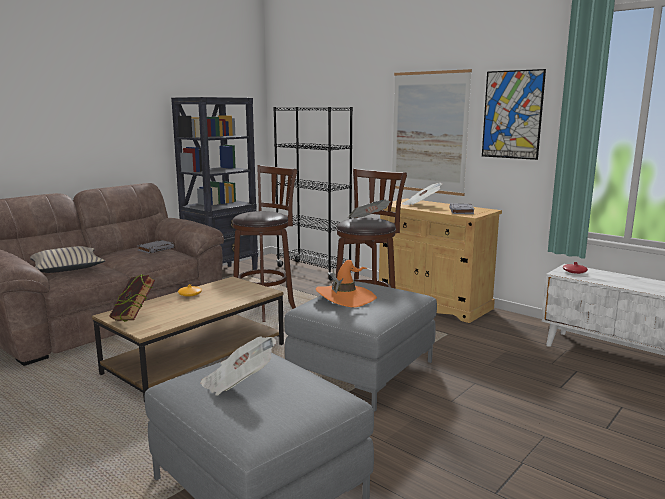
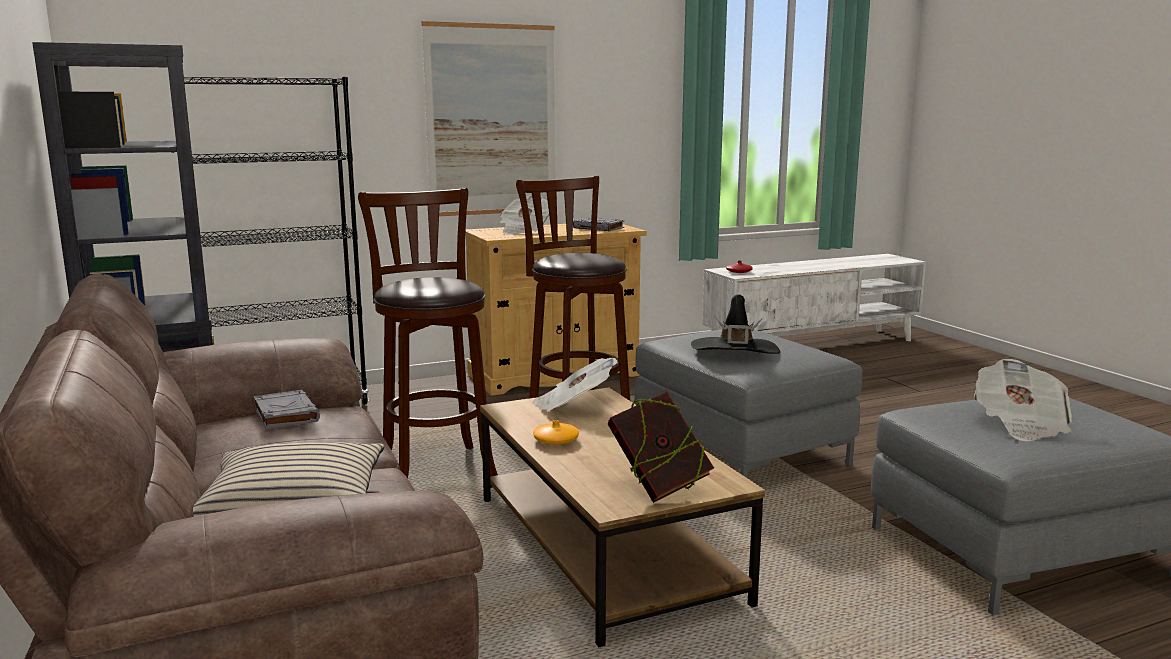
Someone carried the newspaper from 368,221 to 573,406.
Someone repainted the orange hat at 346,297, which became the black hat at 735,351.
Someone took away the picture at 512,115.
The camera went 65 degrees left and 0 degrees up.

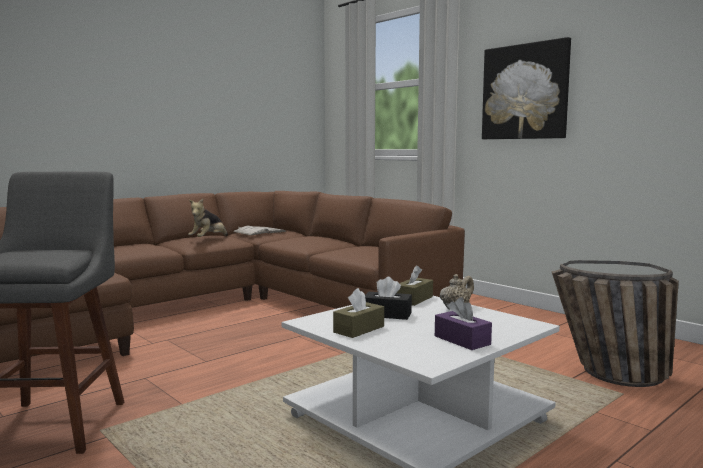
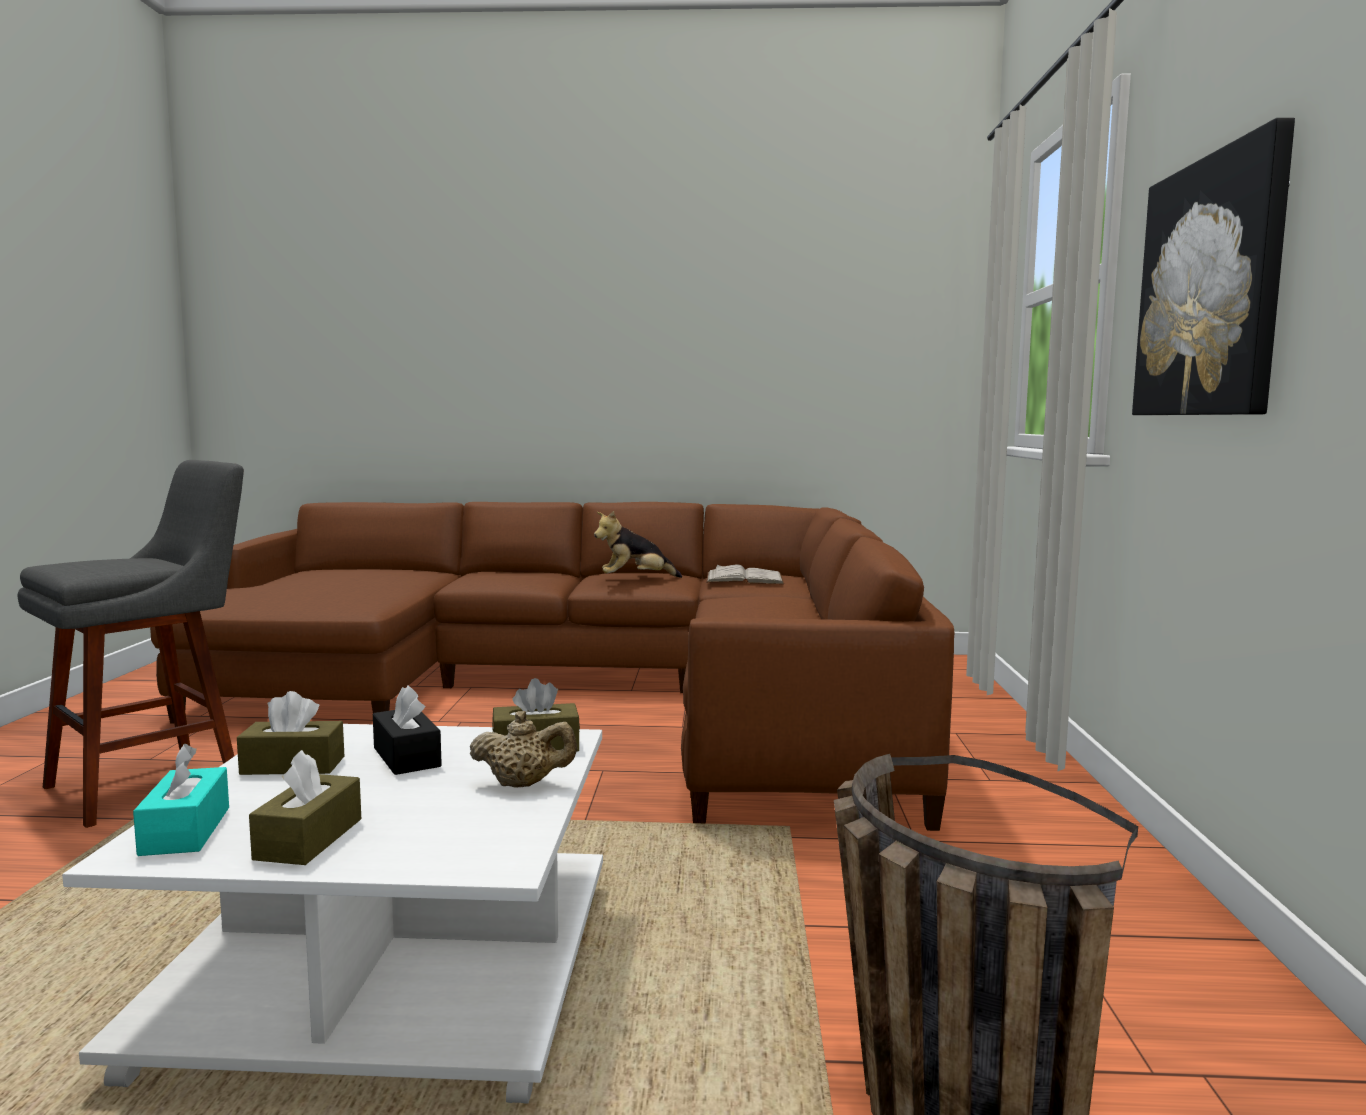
Someone put down the turquoise tissue box at 185,831.
Someone repainted the purple tissue box at 462,340, which became the brown tissue box at 309,839.
The camera went 45 degrees right and 0 degrees up.

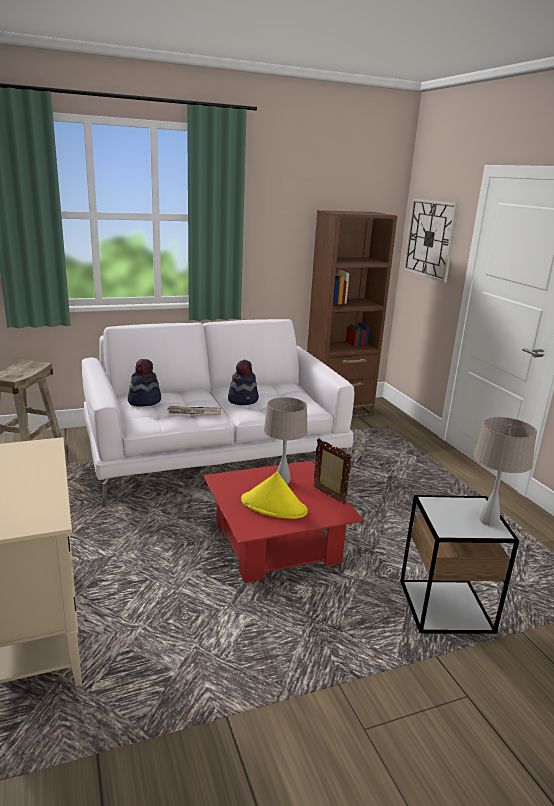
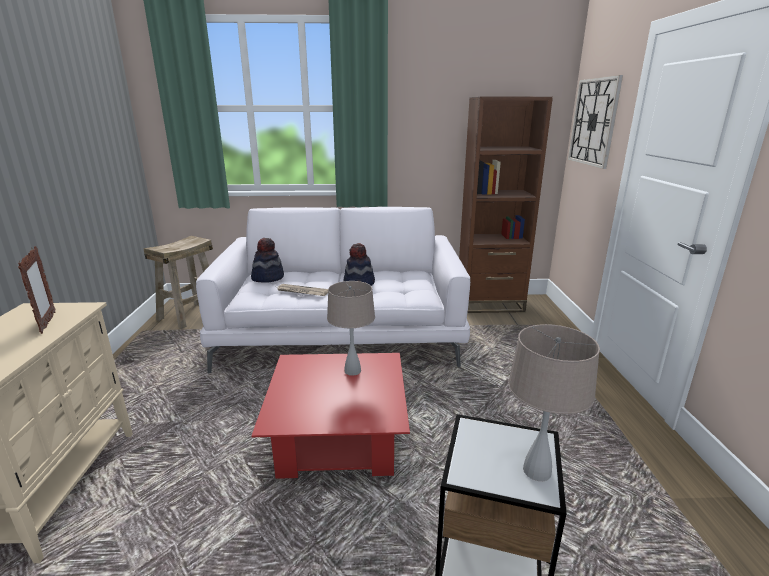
Someone carried the picture frame from 329,496 to 48,323.
Someone took away the yellow hat at 274,506.
The camera went 20 degrees right and 0 degrees up.

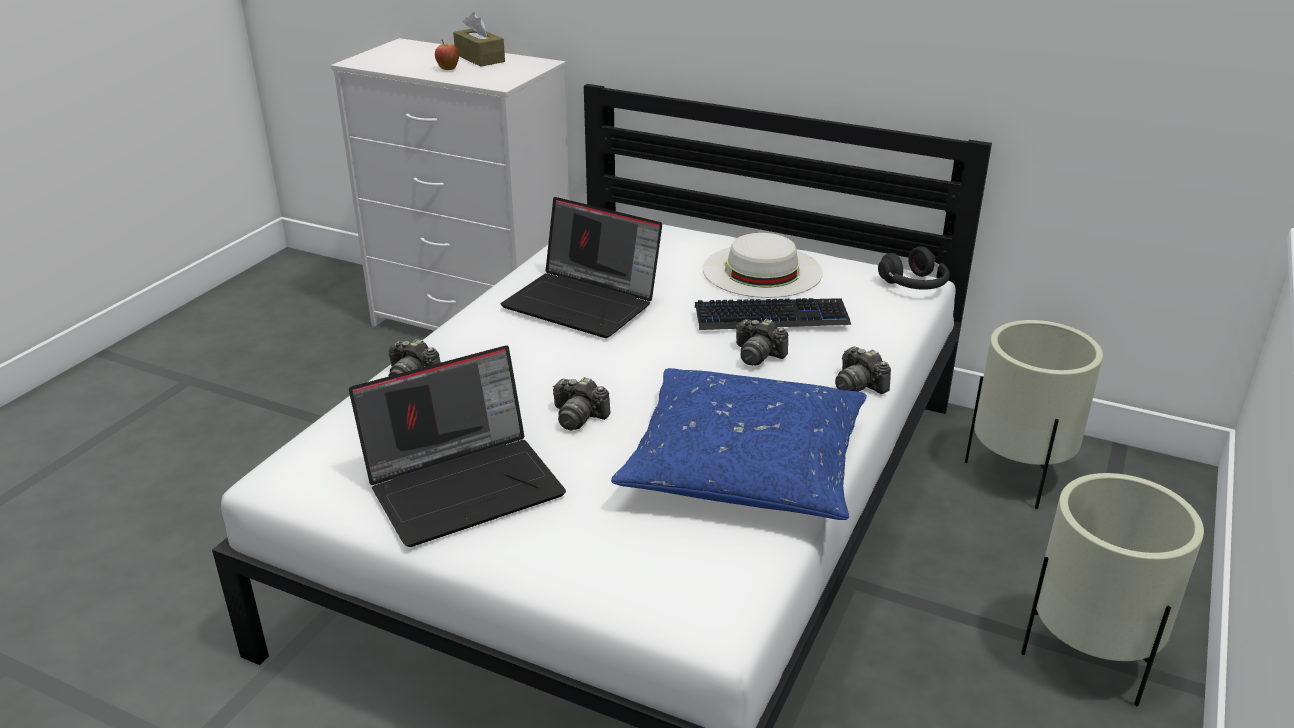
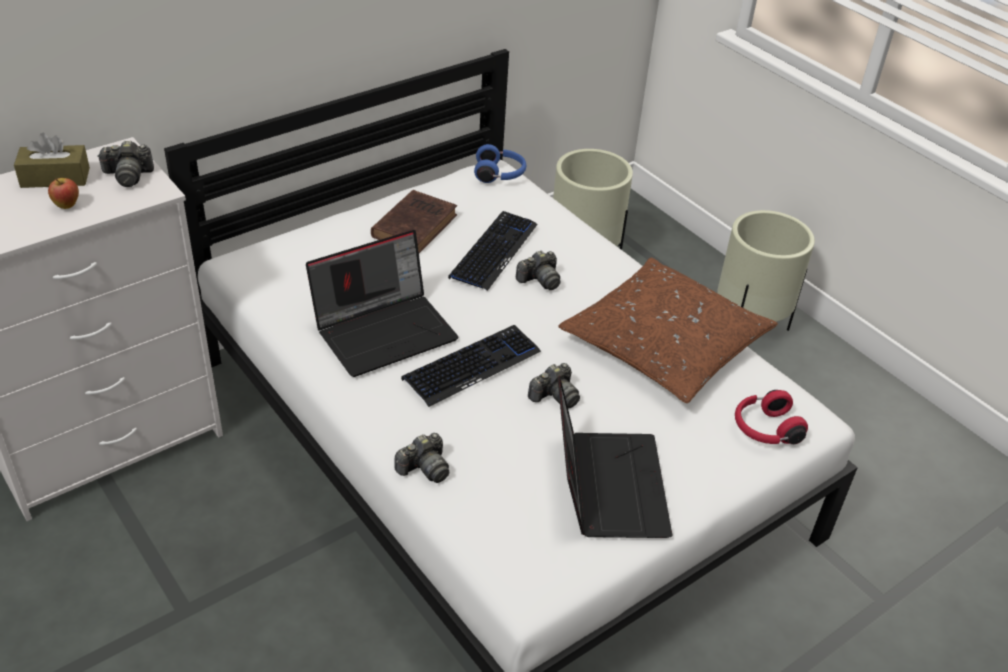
Someone carried the photo camera from 858,385 to 128,176.
Someone swapped the white hat at 762,270 for the brown book at 416,225.
Someone put down the keyboard at 472,366.
Someone repainted the black headphones at 915,285, which became the blue headphones at 500,174.
Someone repainted the blue pillow at 744,464, which became the brown pillow at 664,344.
Someone put down the red headphones at 764,429.
The camera went 65 degrees left and 10 degrees up.

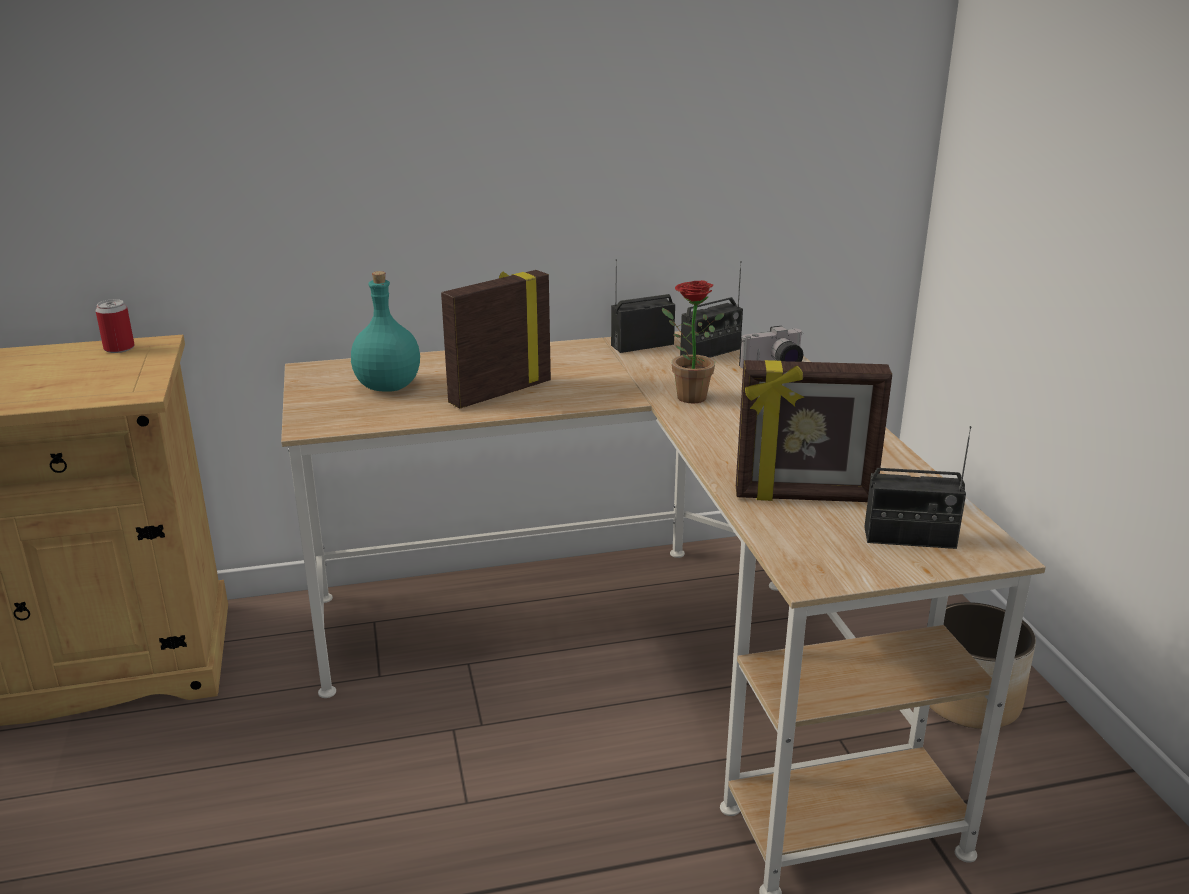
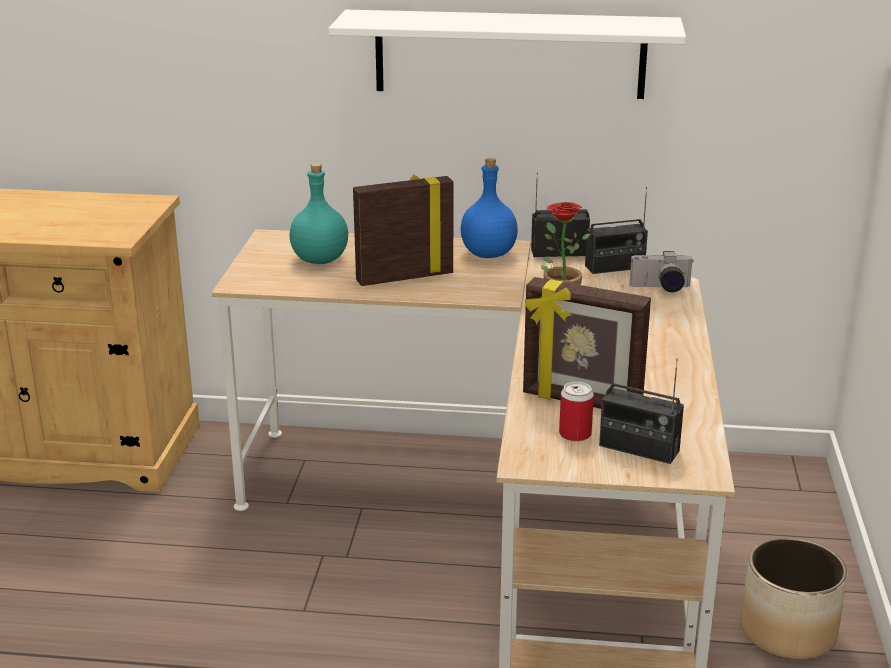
Someone put up the white shelf at 509,54.
Someone put down the blue bottle at 489,254.
Someone carried the can from 119,348 to 575,434.
The camera went 20 degrees right and 0 degrees up.

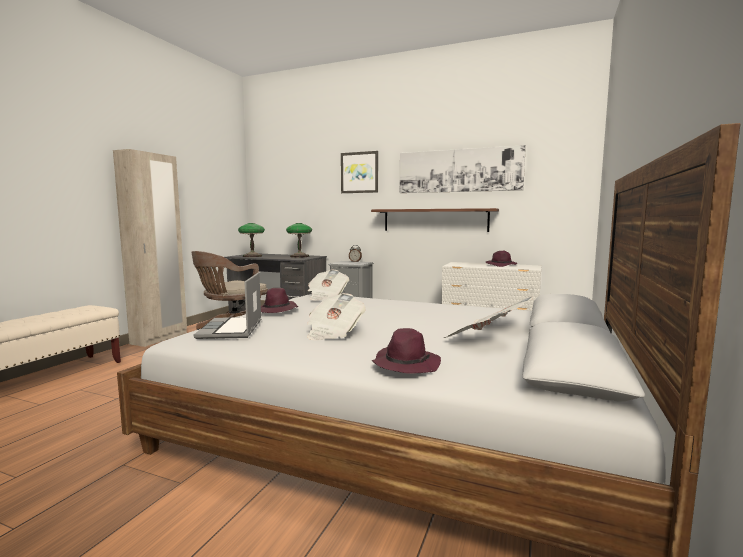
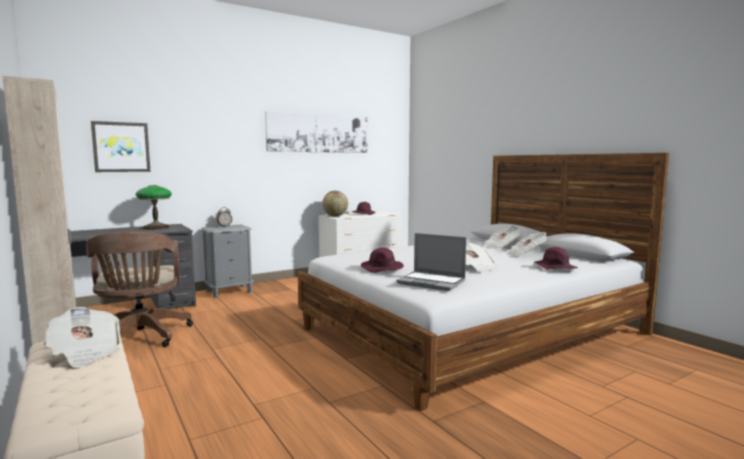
Someone carried the newspaper from 326,296 to 86,354.
Someone carried the picture from 359,172 to 121,147.
Someone put down the globe at 335,216.
Someone took away the table lamp at 252,256.
Someone took away the shelf at 435,220.
The camera went 55 degrees left and 0 degrees up.

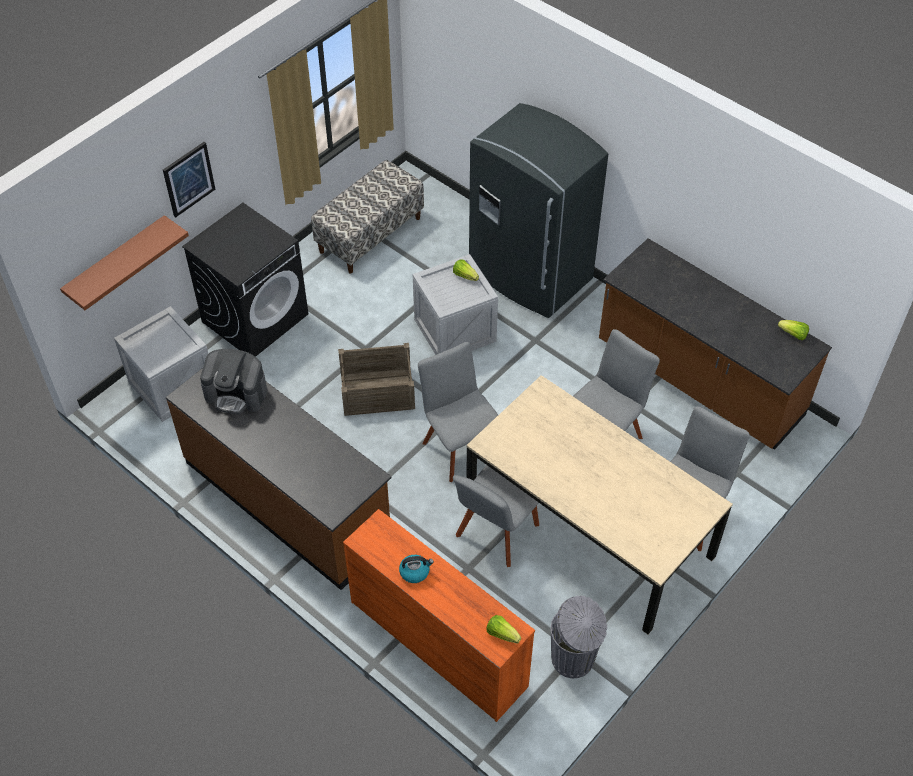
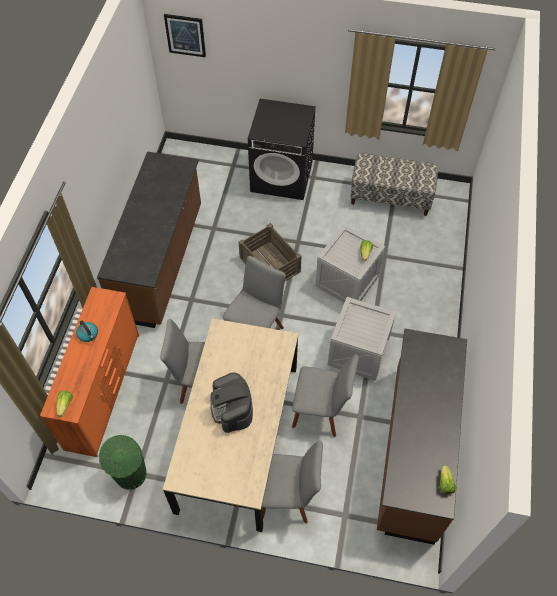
Someone repainted the grey trash can at 574,659, which became the green trash can at 130,475.
Someone carried the picture from 188,179 to 185,35.
Someone carried the coffee machine from 236,393 to 232,409.
Someone carried the crate from 173,385 to 359,352.
Someone took away the brown shelf at 116,261.
Someone took away the grey fridge at 529,275.
The camera went 60 degrees right and 5 degrees up.

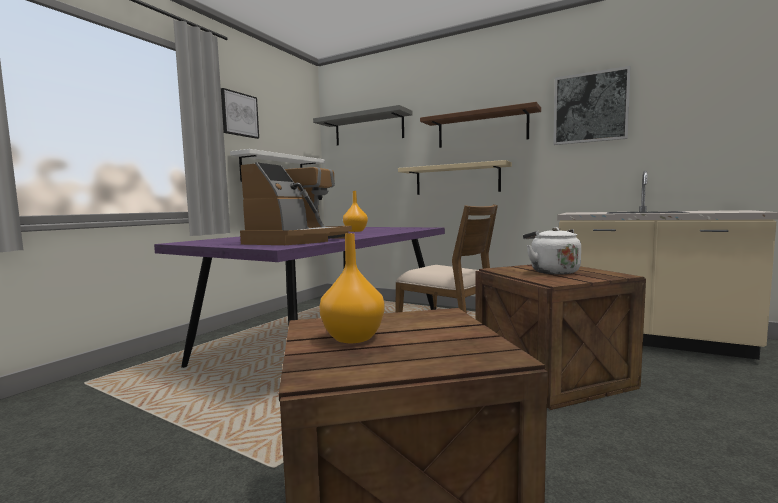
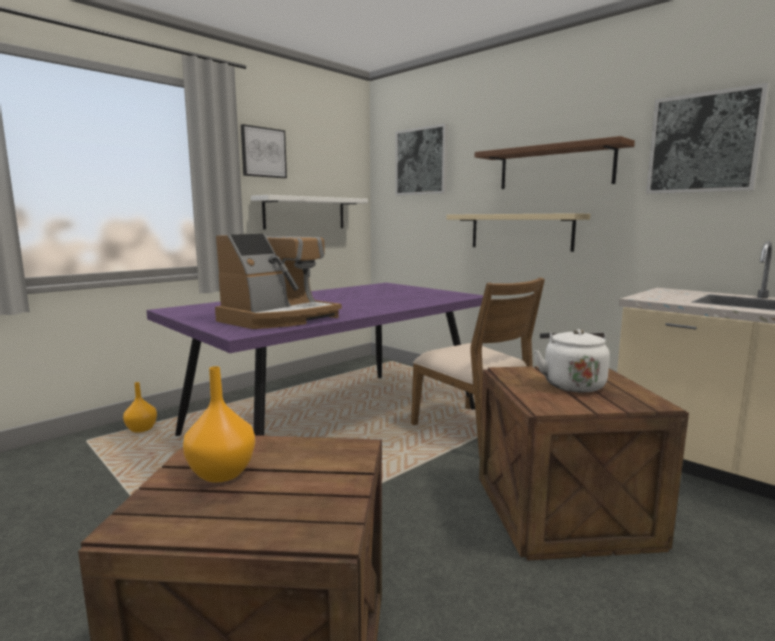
Someone carried the orange vase from 355,231 to 141,430.
Someone swapped the grey shelf at 368,129 for the picture at 421,161.
The camera went 15 degrees right and 5 degrees up.

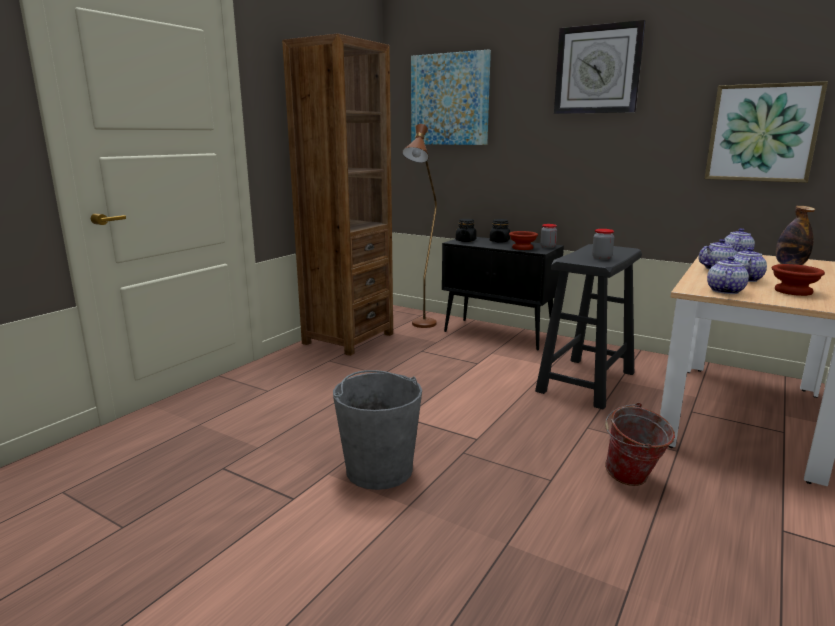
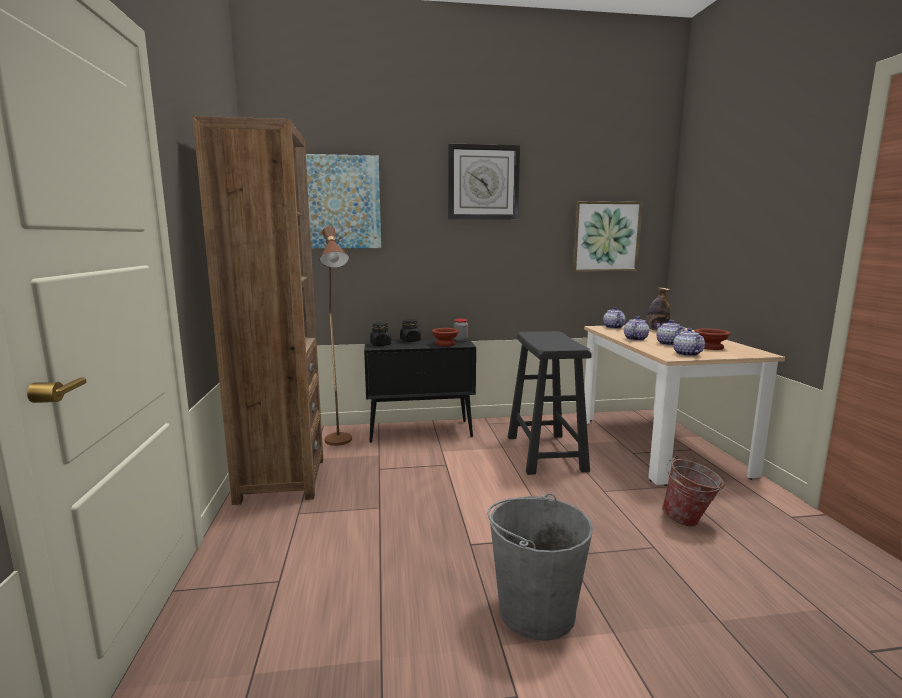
Someone took away the jar at 601,258.
The camera went 40 degrees left and 5 degrees down.

